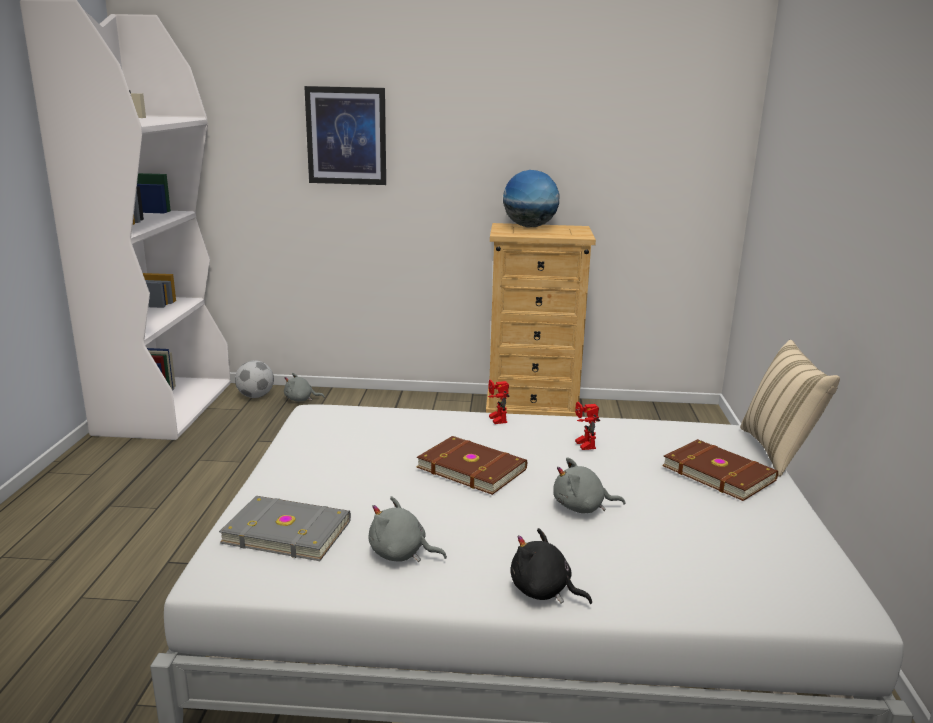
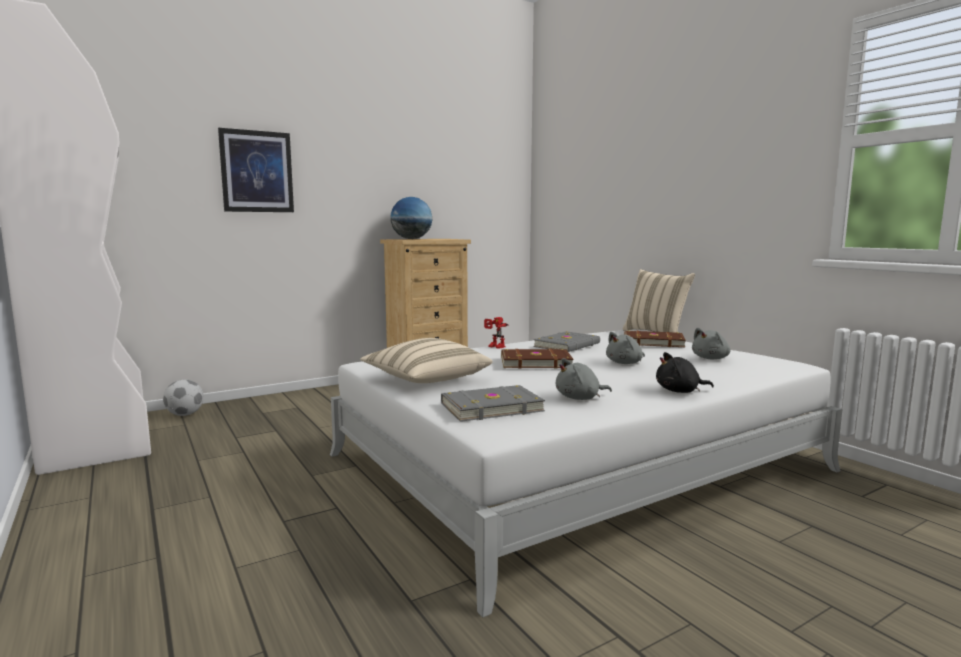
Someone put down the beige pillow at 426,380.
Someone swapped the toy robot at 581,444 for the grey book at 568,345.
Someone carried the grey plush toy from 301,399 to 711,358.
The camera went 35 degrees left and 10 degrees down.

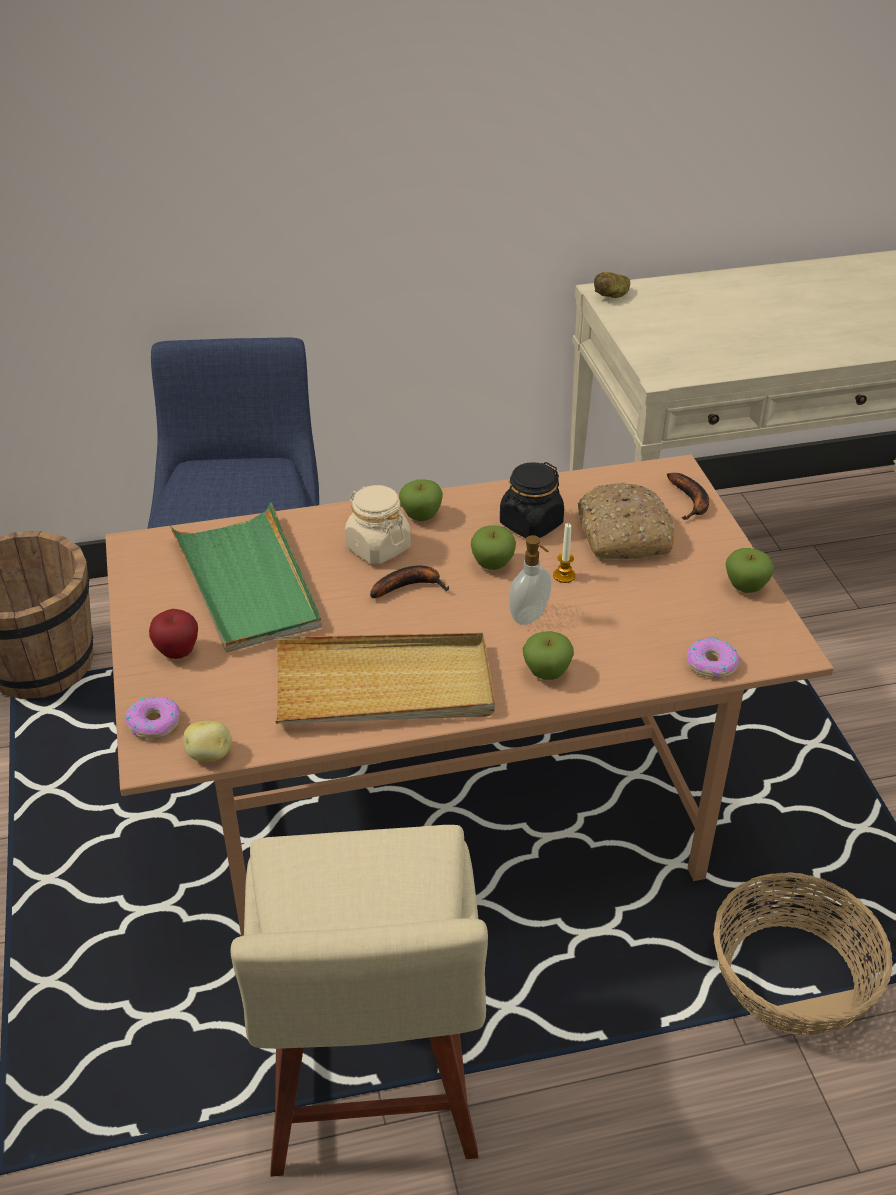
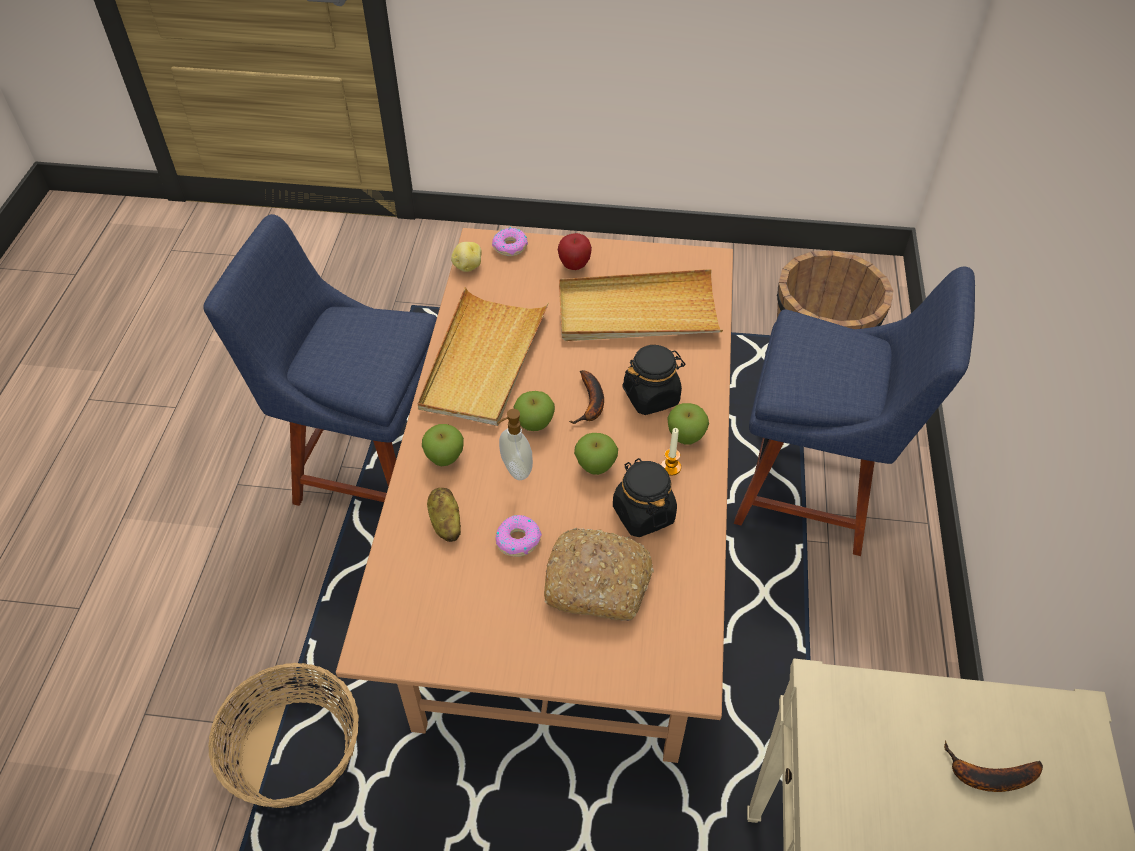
Someone repainted the beige chair at 371,1089, which became the blue chair at 366,465.
Someone carried the potato from 612,296 to 445,523.
Someone carried the donut from 711,664 to 518,540.
Someone carried the apple from 745,587 to 534,424.
Someone repainted the green tray at 247,583, which became the beige tray at 637,312.
Someone repainted the beige jar at 377,547, which became the black jar at 651,396.
Someone carried the candle from 564,576 to 670,467.
Someone carried the banana from 691,501 to 987,776.
The camera went 110 degrees right and 10 degrees up.

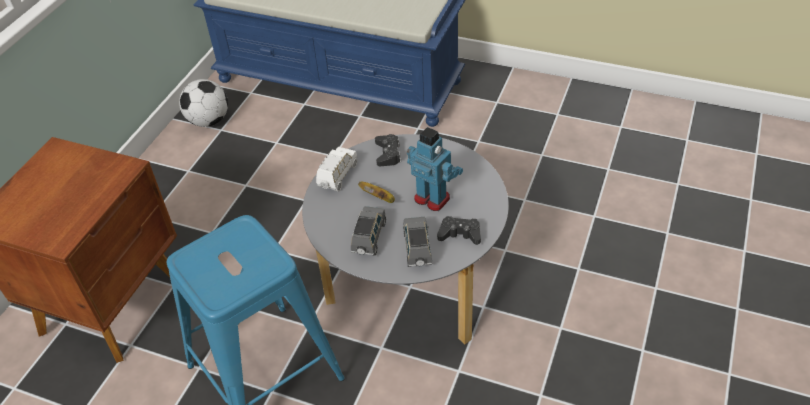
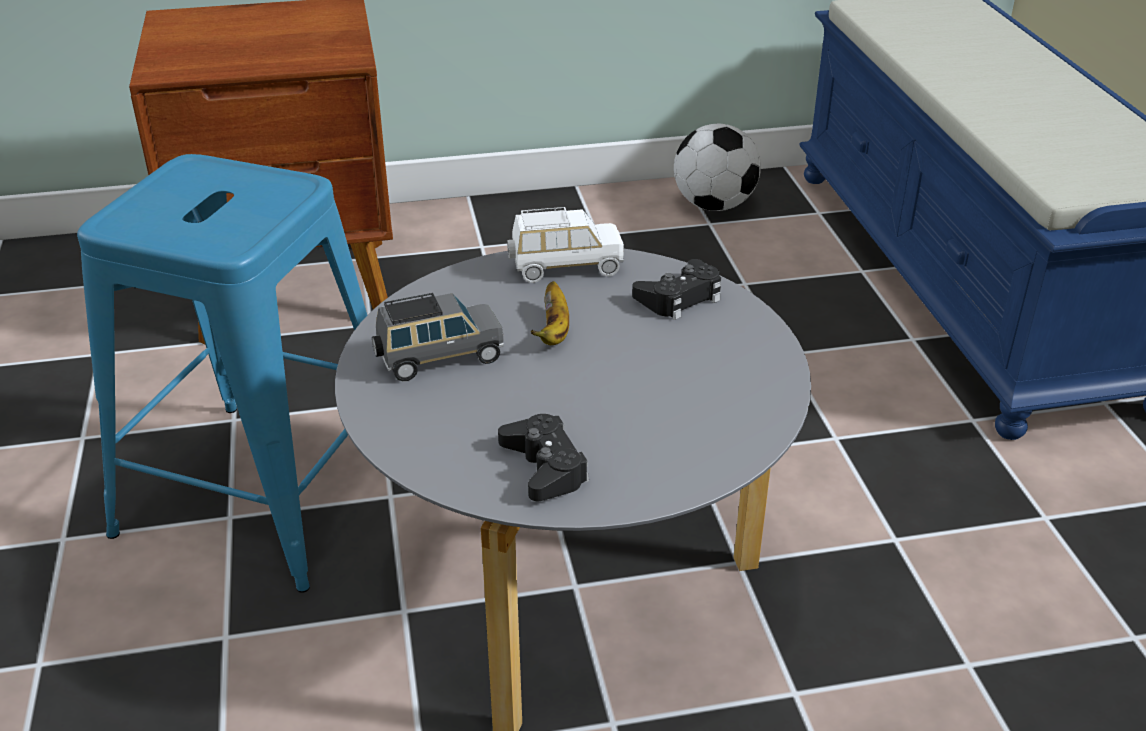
Someone took away the grey toy car at 417,249.
Someone took away the toy robot at 432,198.
The camera went 55 degrees right and 10 degrees down.

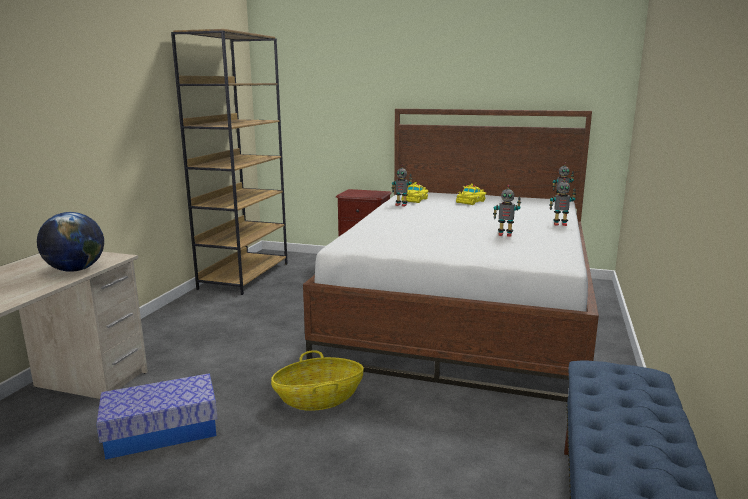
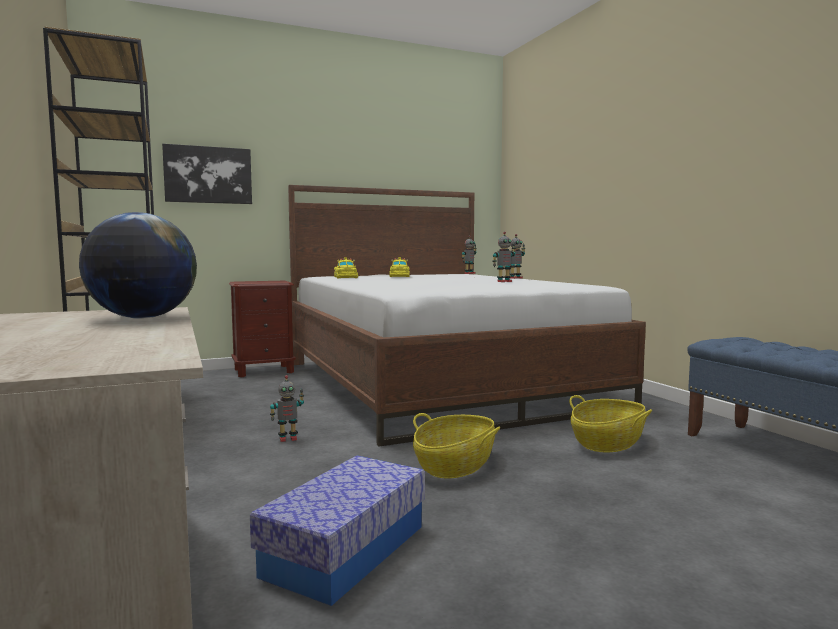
Someone put up the picture at 208,175.
Someone carried the toy robot from 401,205 to 288,439.
Someone put down the basket at 607,442.
The camera went 40 degrees left and 10 degrees down.

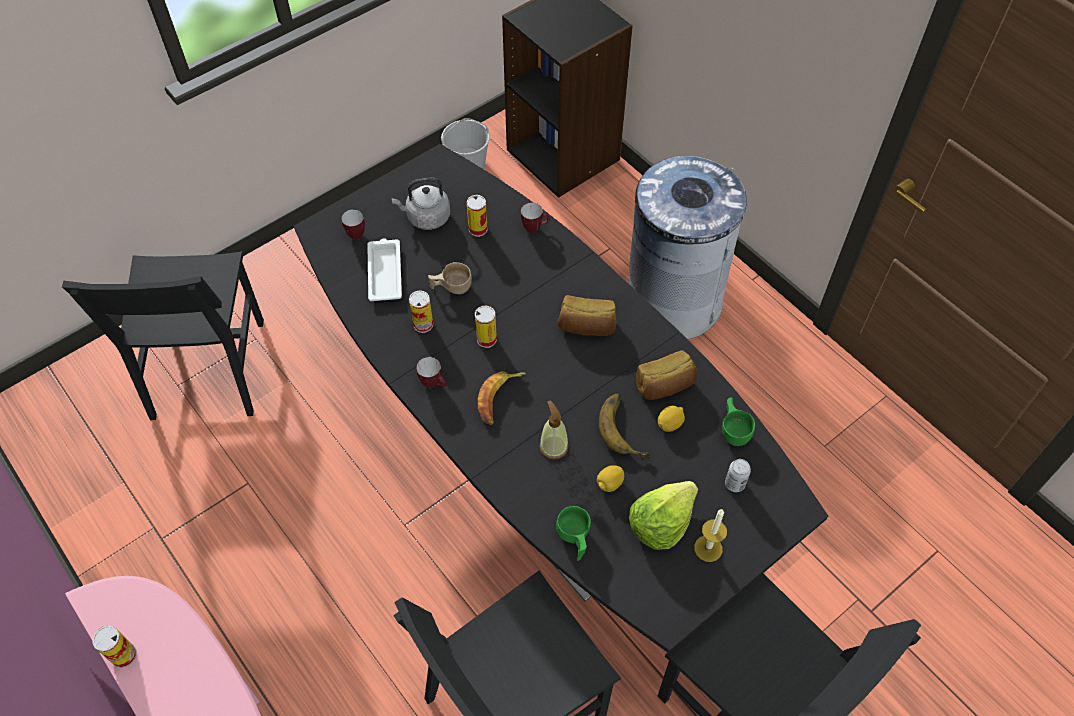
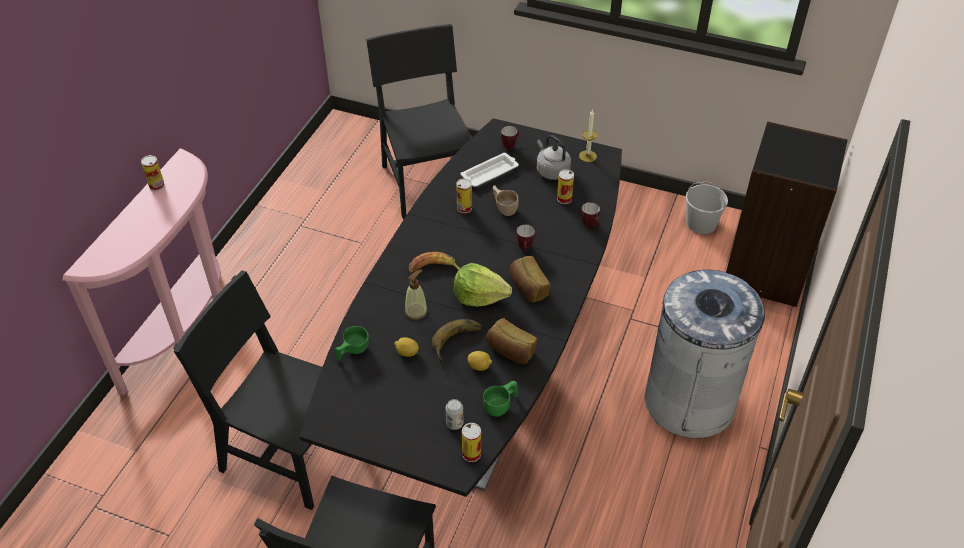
Someone rotated the black chair at 208,368 by 105 degrees clockwise.
Someone carried the lettuce from 660,522 to 479,296.
Someone carried the can from 486,339 to 471,454.
Someone carried the mug from 434,384 to 525,249.
Someone carried the candle from 708,548 to 587,156.
The camera went 60 degrees right and 10 degrees down.

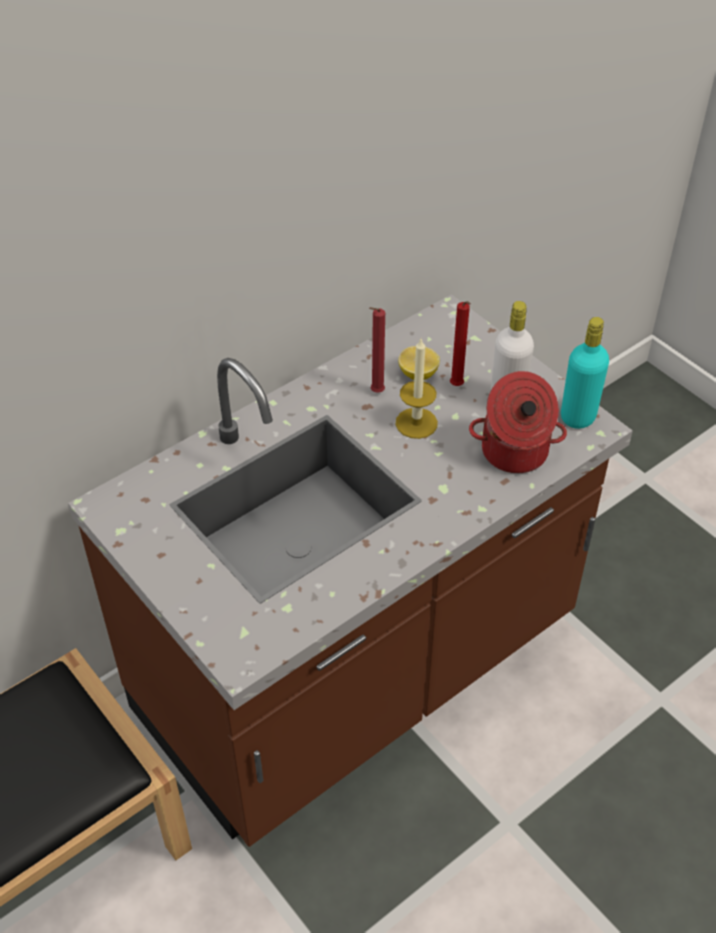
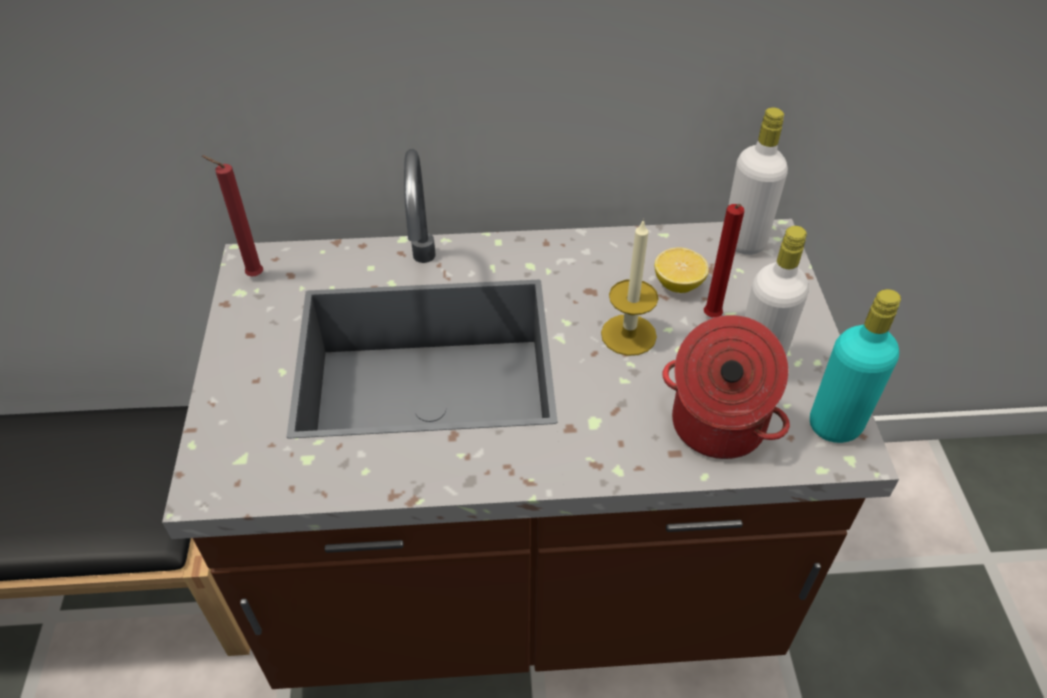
Someone carried the red candle from 375,393 to 252,276.
Someone put down the white bottle at 744,242.
The camera went 35 degrees right and 0 degrees up.

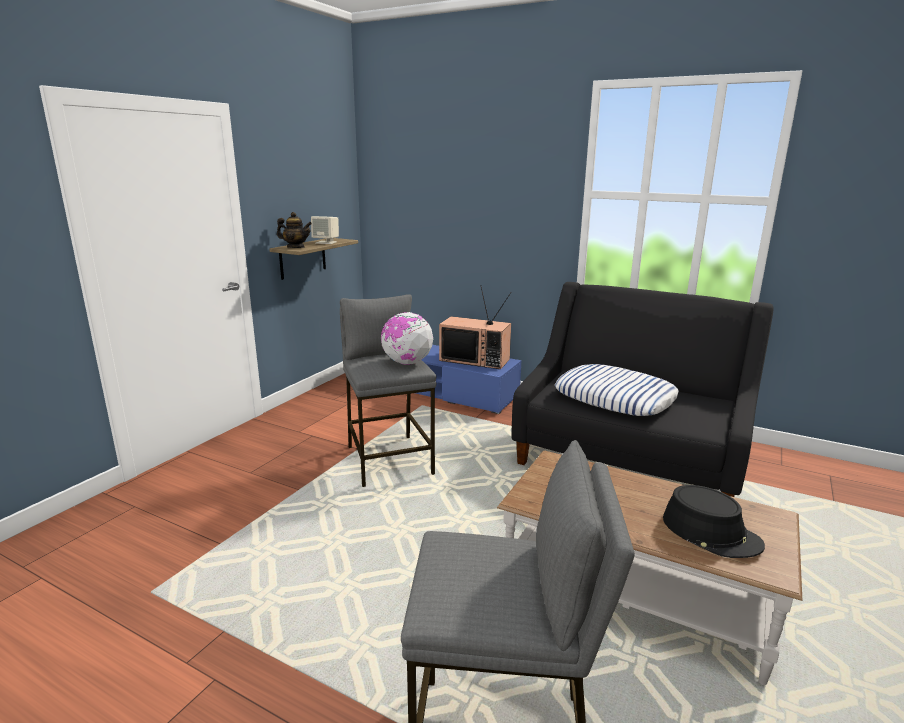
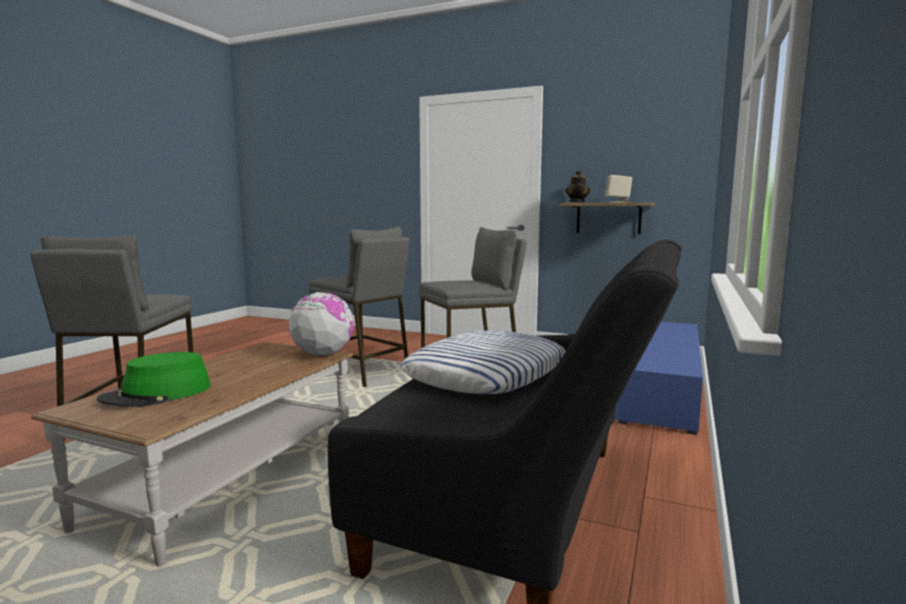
Someone repainted the black hat at 711,532, which became the green hat at 157,394.
Someone carried the globe from 407,363 to 322,354.
Someone put down the grey stool at 362,373.
Someone took away the television at 476,360.
The camera went 85 degrees right and 10 degrees down.

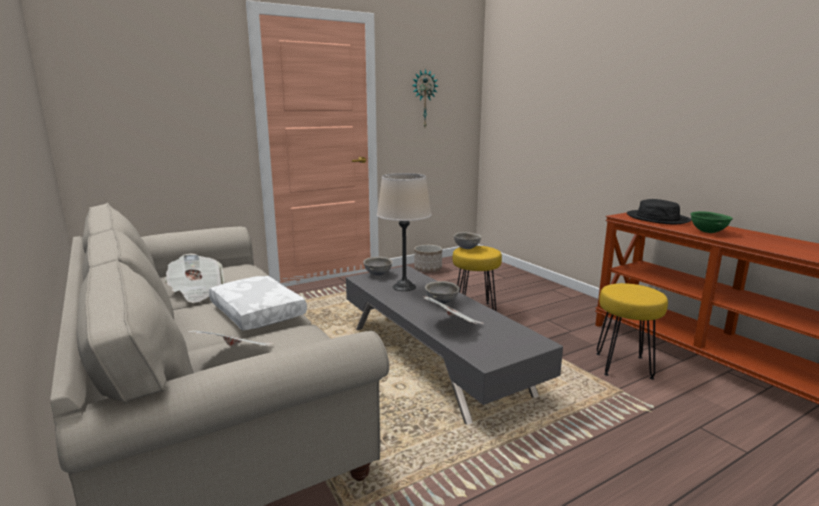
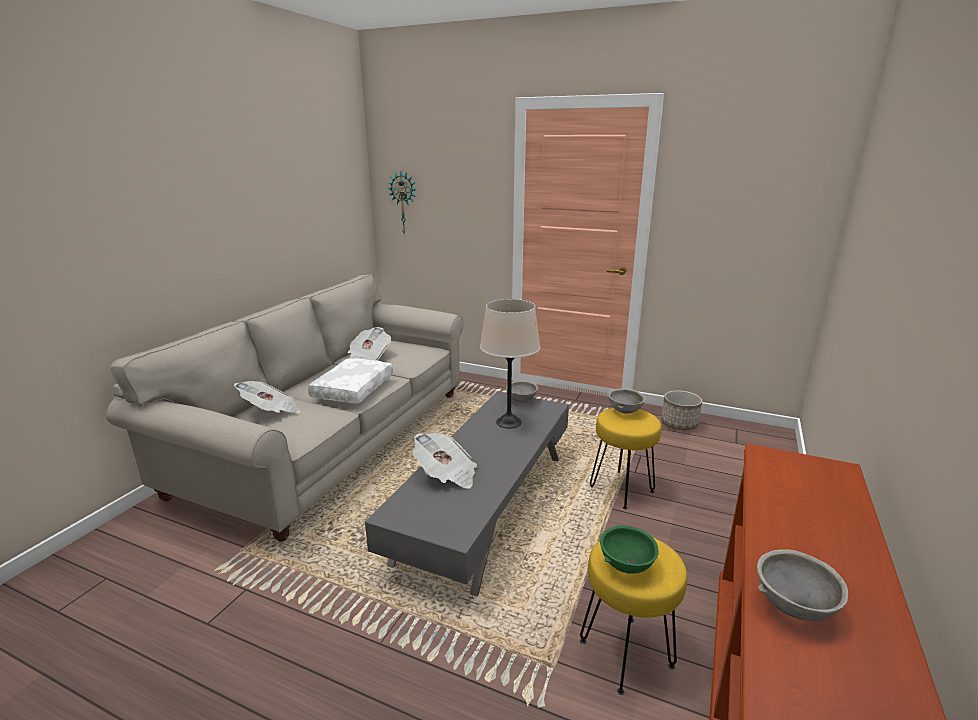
Someone carried the wall clock from 423,99 to 404,203.
Someone carried the green bowl from 708,232 to 627,566.
Someone carried the grey bowl from 442,302 to 794,608.
Someone took away the black hat at 657,218.
The camera went 55 degrees right and 5 degrees up.

